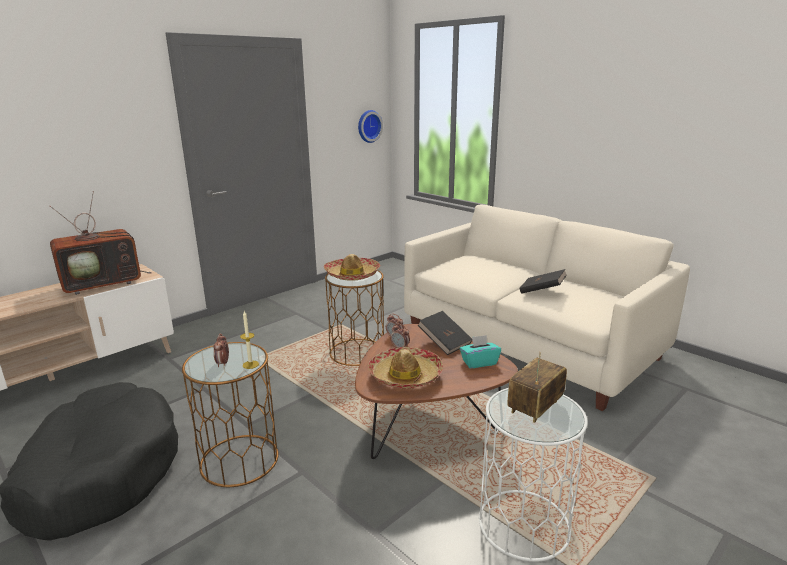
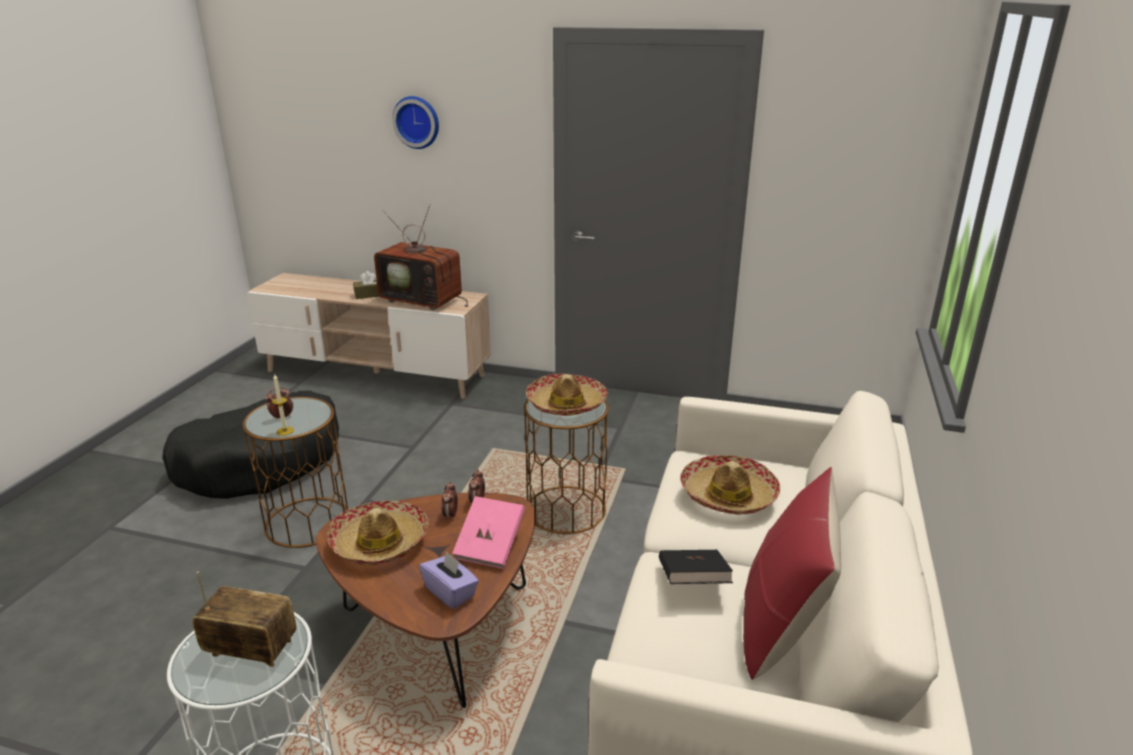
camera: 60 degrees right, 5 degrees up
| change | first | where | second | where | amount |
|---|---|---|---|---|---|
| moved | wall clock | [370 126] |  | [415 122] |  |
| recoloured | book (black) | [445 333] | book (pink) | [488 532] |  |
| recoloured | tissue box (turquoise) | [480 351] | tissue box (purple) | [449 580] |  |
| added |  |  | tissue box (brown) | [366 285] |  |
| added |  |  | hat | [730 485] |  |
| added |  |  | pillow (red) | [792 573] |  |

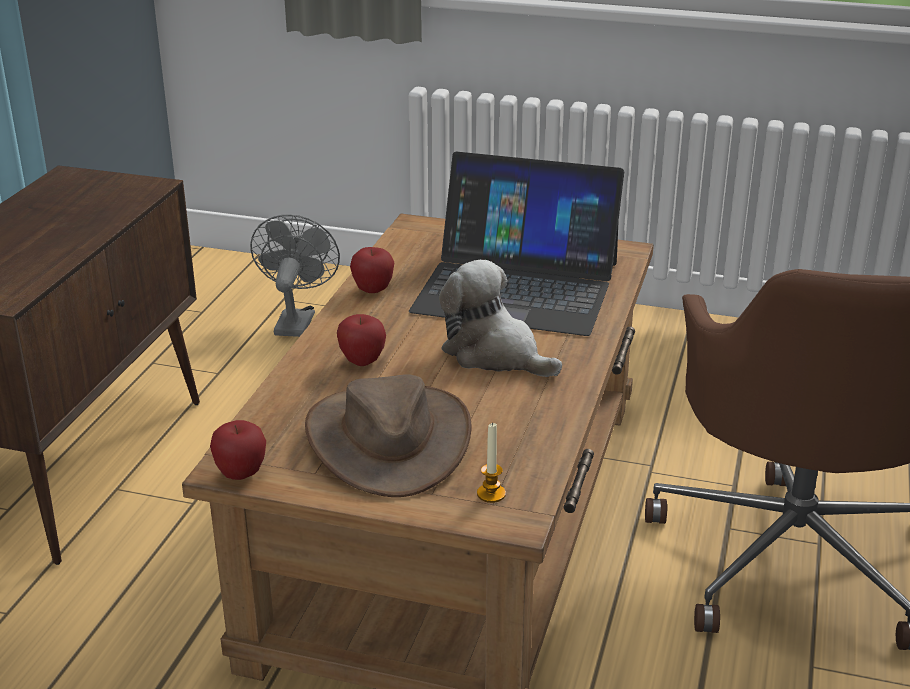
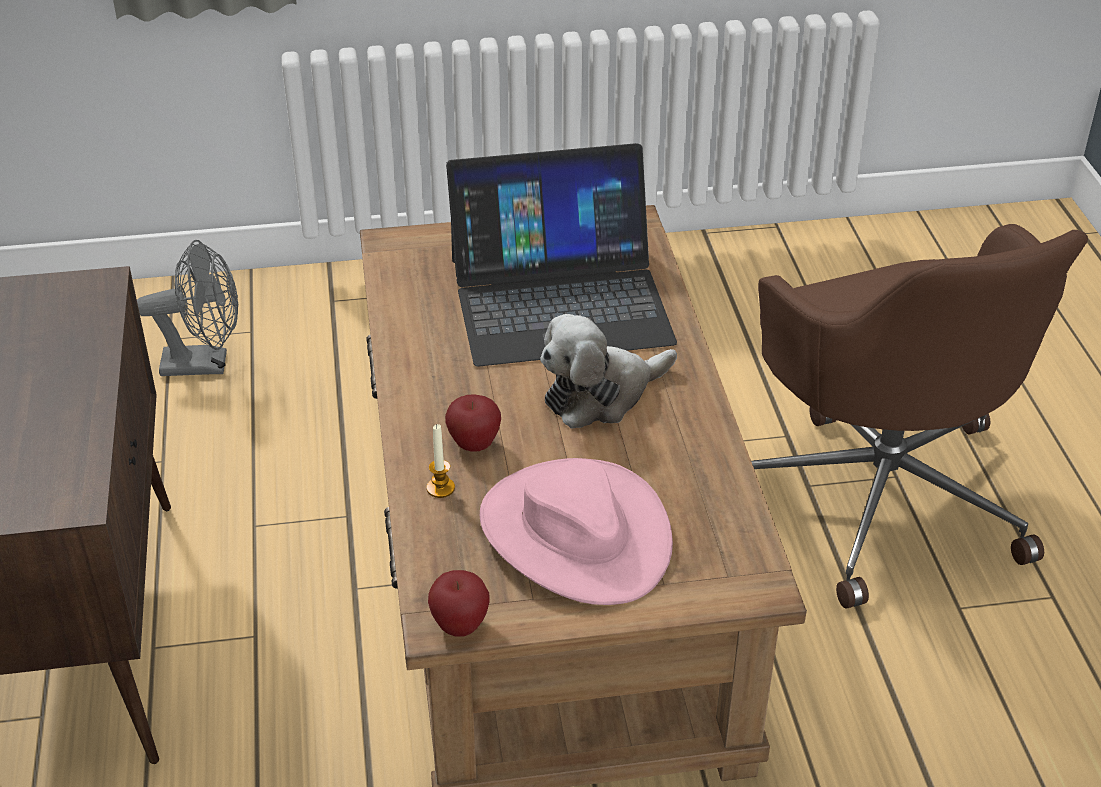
camera: 25 degrees left, 10 degrees up
| change | first | where | second | where | amount |
|---|---|---|---|---|---|
| turned | fan (grey) | [295 275] |  | [187 308] | 105 degrees clockwise |
| recoloured | hat (brown) | [388 435] | hat (pink) | [576 531] |  |
| removed | apple | [372 270] |  |  |  |
| turned | plush toy | [500 318] |  | [608 371] | 45 degrees counterclockwise |
| moved | candle | [491 462] |  | [441 461] |  |

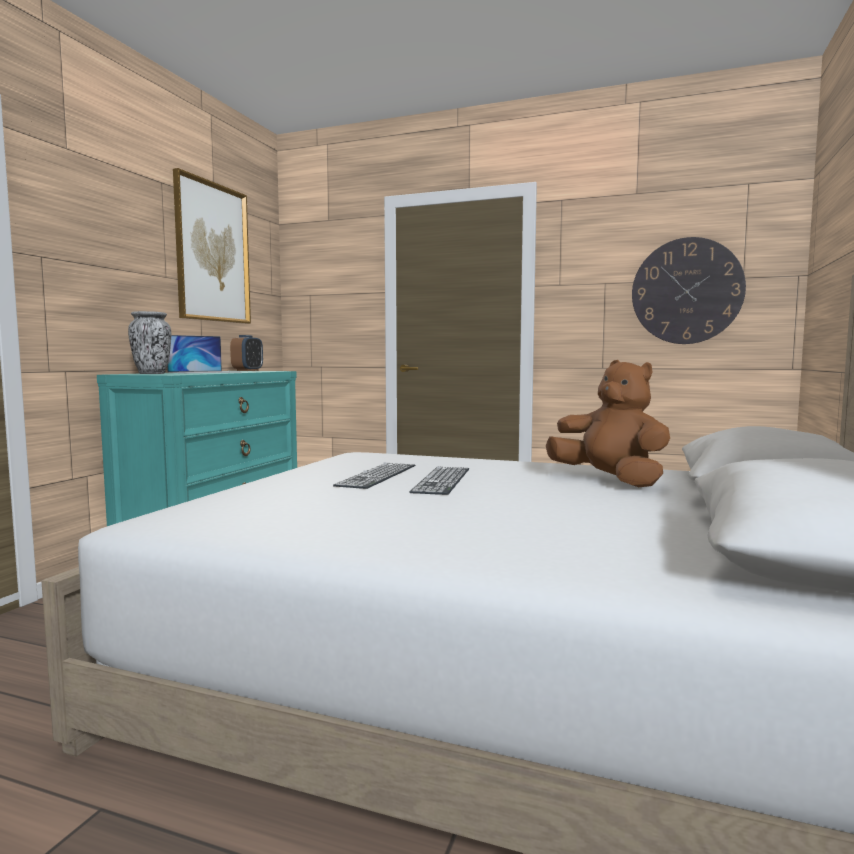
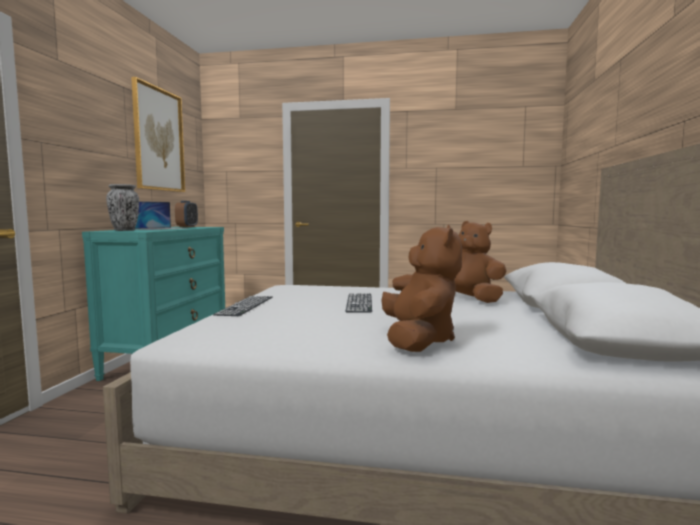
camera: 10 degrees left, 0 degrees up
| change | first | where | second | where | amount |
|---|---|---|---|---|---|
| moved | keyboard | [374 475] |  | [243 306] |  |
| removed | wall clock | [689 290] |  |  |  |
| added |  |  | plush toy (brown) | [421 288] |  |

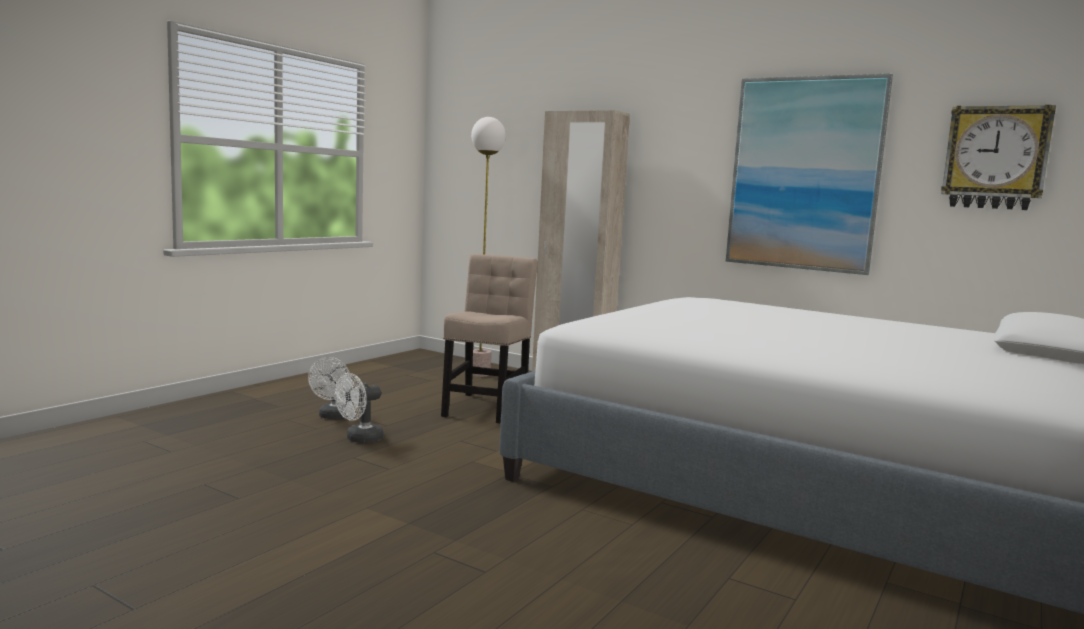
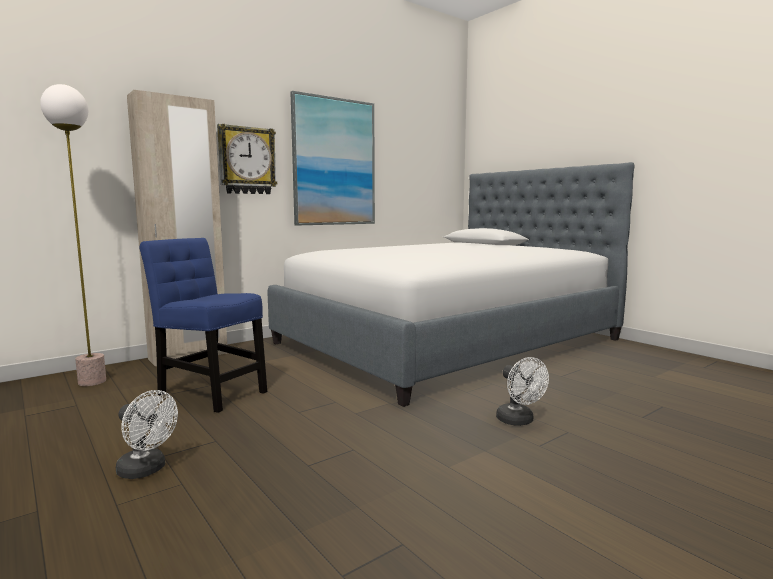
camera: 70 degrees left, 0 degrees up
| change | first | where | second | where | amount |
|---|---|---|---|---|---|
| moved | fan (white) | [359 408] |  | [522 391] |  |
| recoloured | chair (beige) | [489 339] | chair (blue) | [203 325] |  |
| moved | wall clock | [998 157] |  | [247 159] |  |

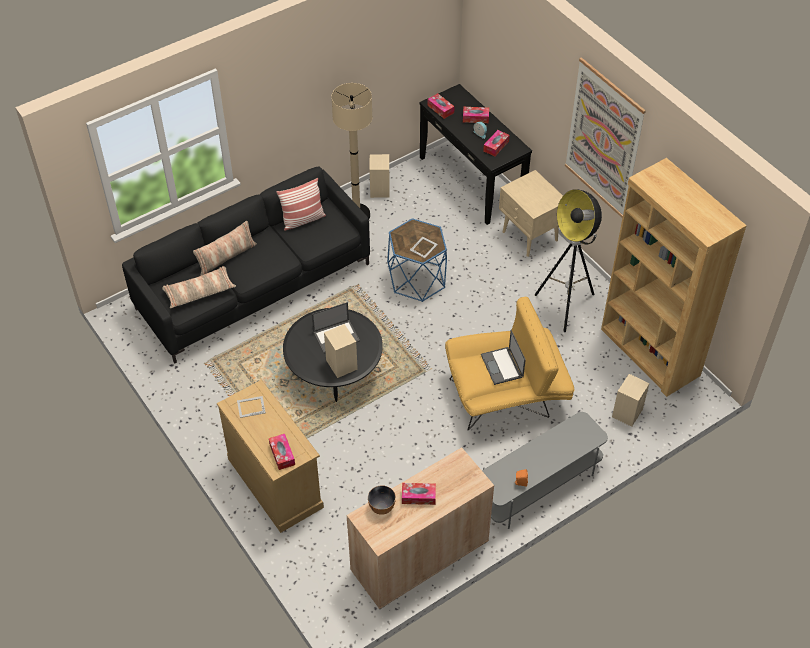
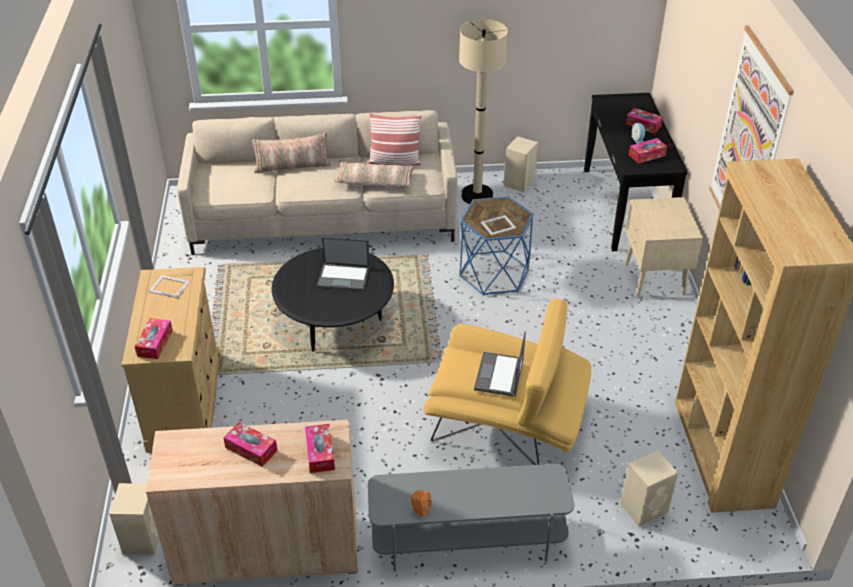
camera: 30 degrees right, 10 degrees down
| change | first | where | second | where | amount |
|---|---|---|---|---|---|
| recoloured | sofa (black) | [246 265] | sofa (beige) | [317 182] |  |
| moved | pillow | [199 287] |  | [374 174] |  |
| moved | speaker (beige) | [341 351] |  | [134 519] |  |
| removed | bowl | [382 500] |  |  |  |
| moved | tissue box | [441 106] |  | [320 448] |  |
| removed | floor lamp | [568 260] |  |  |  |

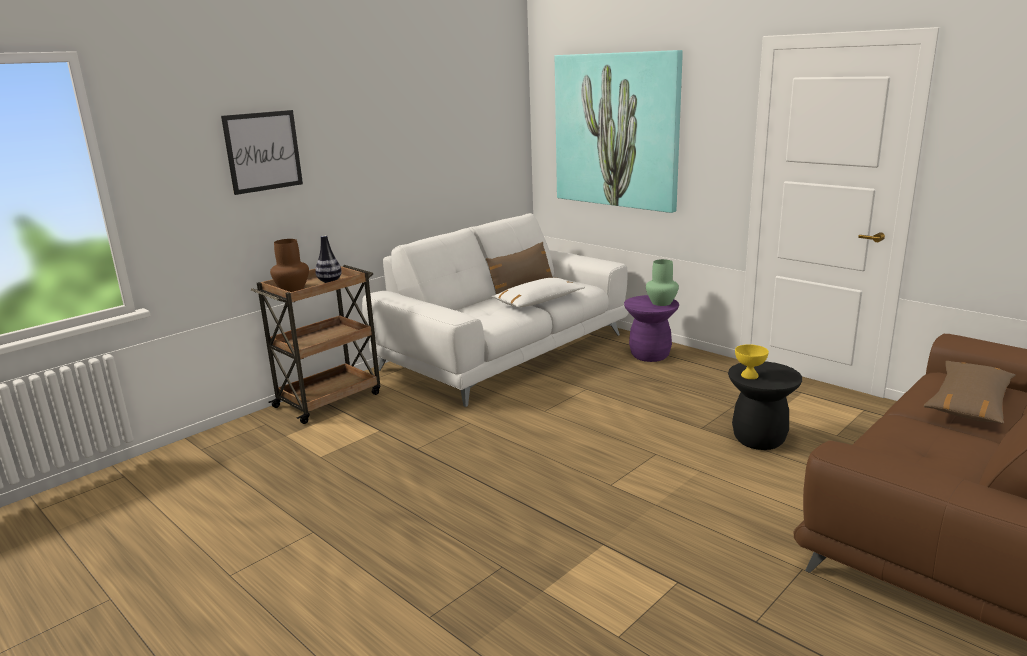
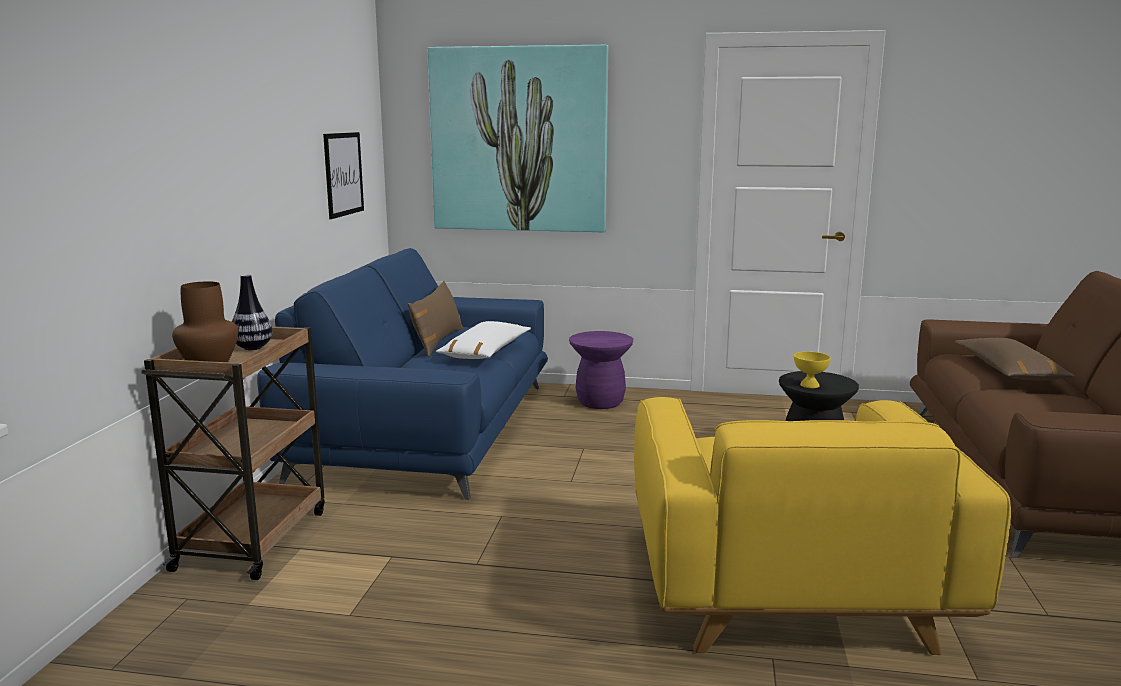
camera: 35 degrees left, 5 degrees down
| change | first | where | second | where | amount |
|---|---|---|---|---|---|
| moved | picture | [262 152] |  | [343 175] |  |
| recoloured | sofa (white) | [495 310] | sofa (blue) | [402 374] |  |
| removed | vase (green) | [662 282] |  |  |  |
| added |  |  | armchair (yellow) | [822 526] |  |

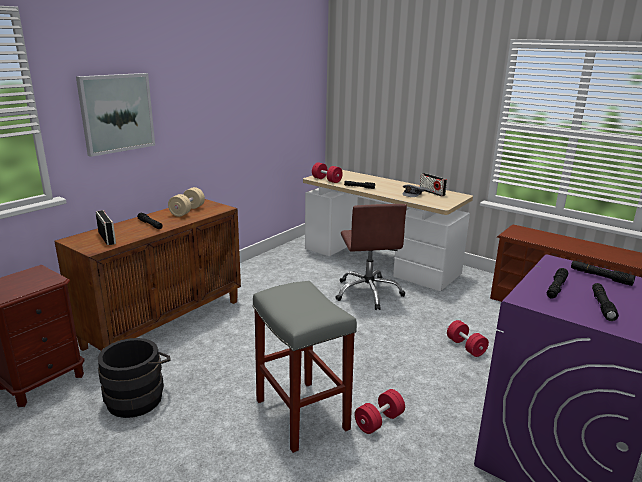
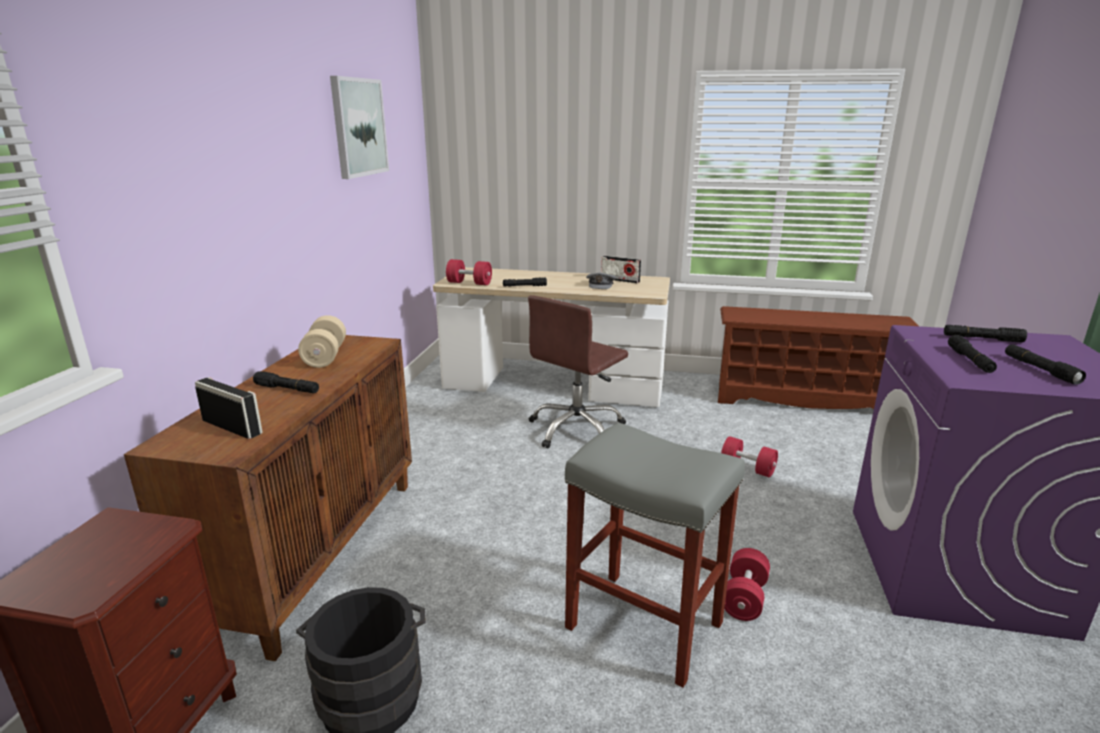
camera: 25 degrees left, 0 degrees up
| change | first | where | second | where | amount |
|---|---|---|---|---|---|
| moved | picture | [115 115] |  | [359 127] |  |
| turned | office chair (brown) | [371 257] |  | [578 371] | 75 degrees clockwise |

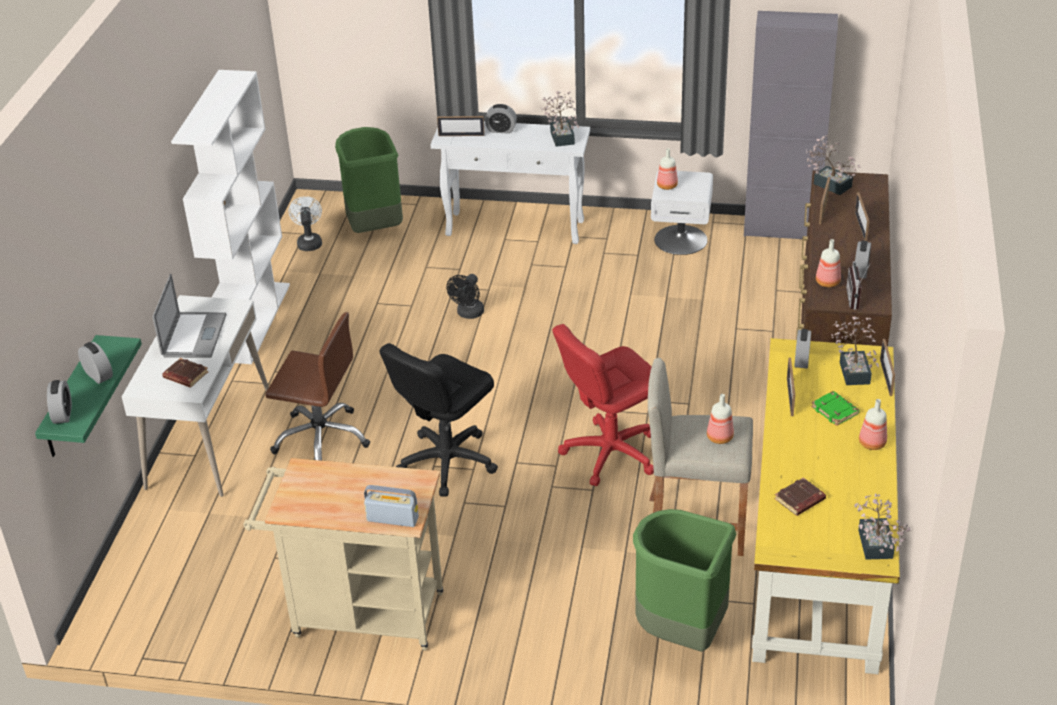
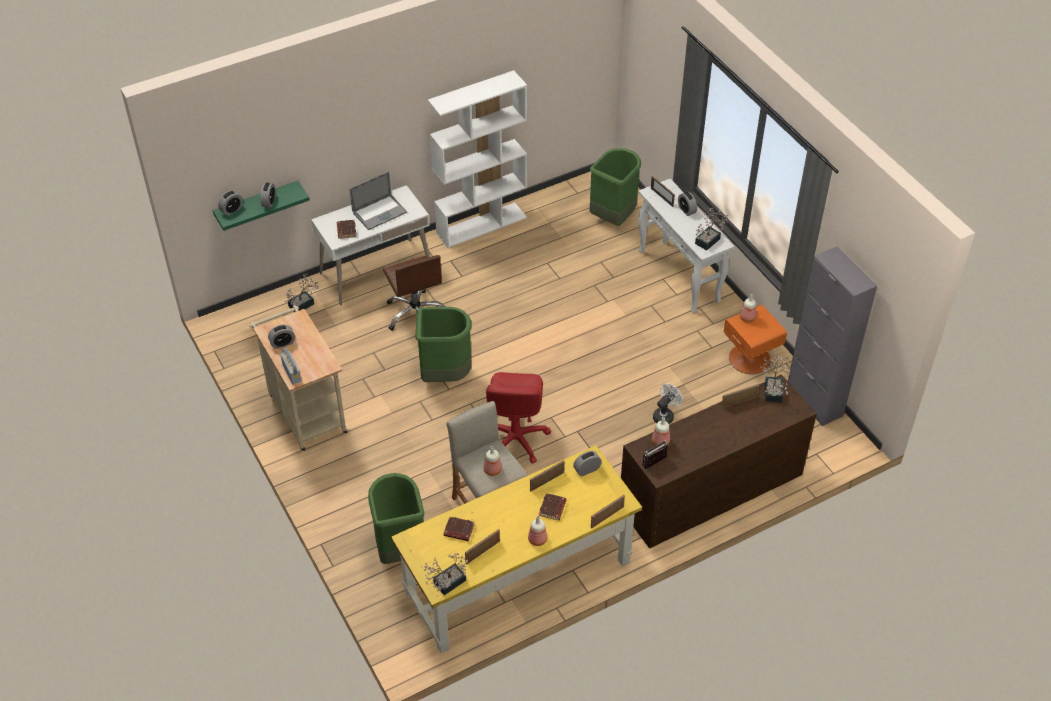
camera: 50 degrees right, 10 degrees up
| change | first | where | second | where | amount |
|---|---|---|---|---|---|
| moved | fan (white) | [305 223] |  | [668 403] |  |
| replaced | office chair (black) | [438 420] | trash can (green) | [444 344] |  |
| removed | fan (black) | [465 296] |  |  |  |
| turned | office chair (red) | [603 405] |  | [518 417] | 105 degrees counterclockwise |
| recoloured | nightstand (white) | [682 212] | nightstand (orange) | [755 339] |  |
| recoloured | book (green) | [835 408] | book (brown) | [553 506] |  |
| moved | potted plant | [855 350] |  | [301 293] |  |
| moved | picture frame | [862 216] |  | [482 546] |  |
| moved | alarm clock | [863 260] |  | [281 337] |  |

